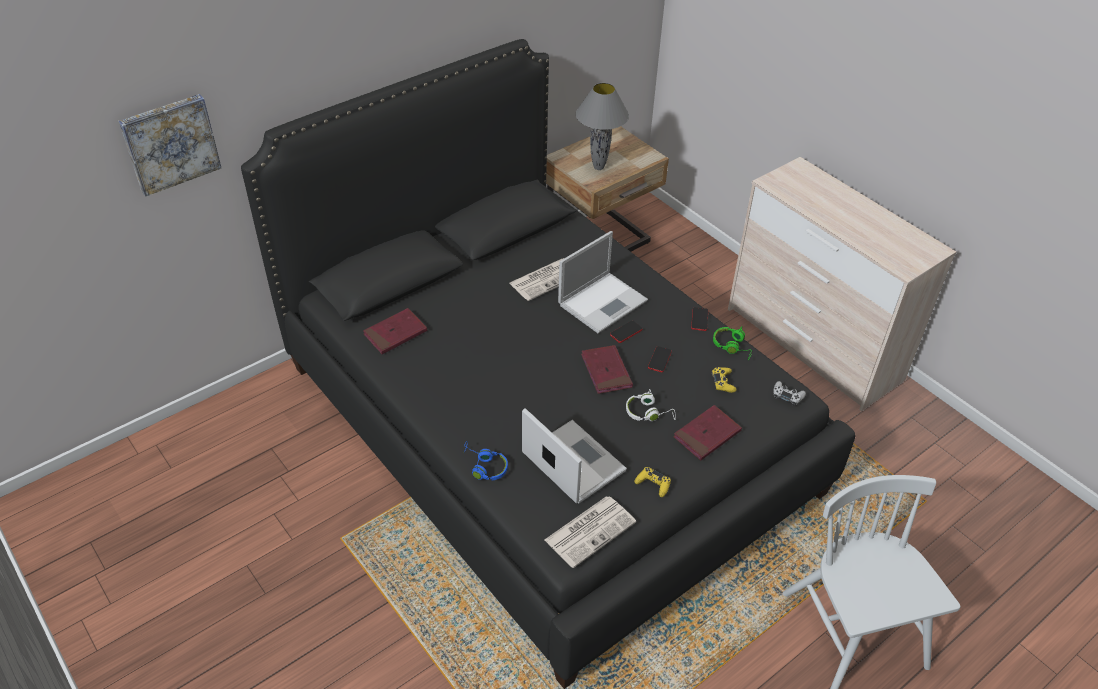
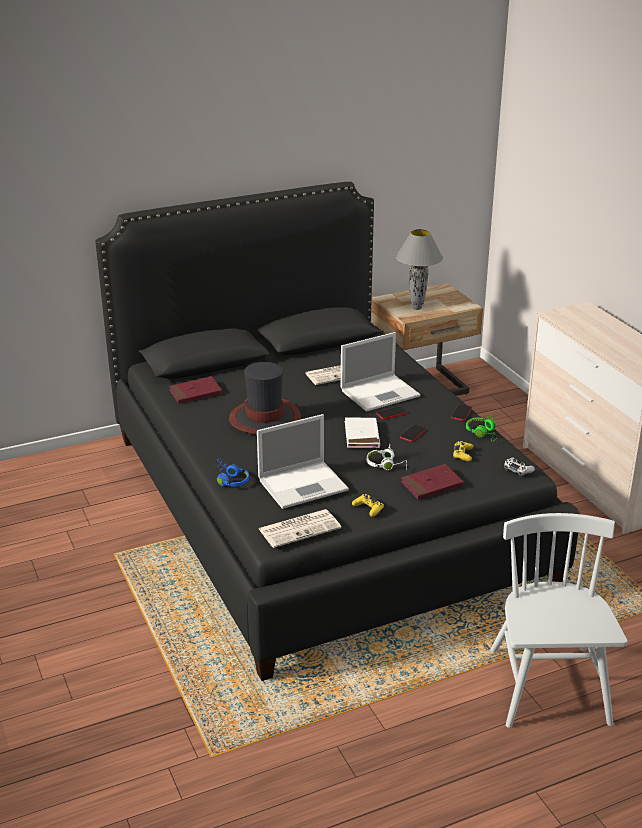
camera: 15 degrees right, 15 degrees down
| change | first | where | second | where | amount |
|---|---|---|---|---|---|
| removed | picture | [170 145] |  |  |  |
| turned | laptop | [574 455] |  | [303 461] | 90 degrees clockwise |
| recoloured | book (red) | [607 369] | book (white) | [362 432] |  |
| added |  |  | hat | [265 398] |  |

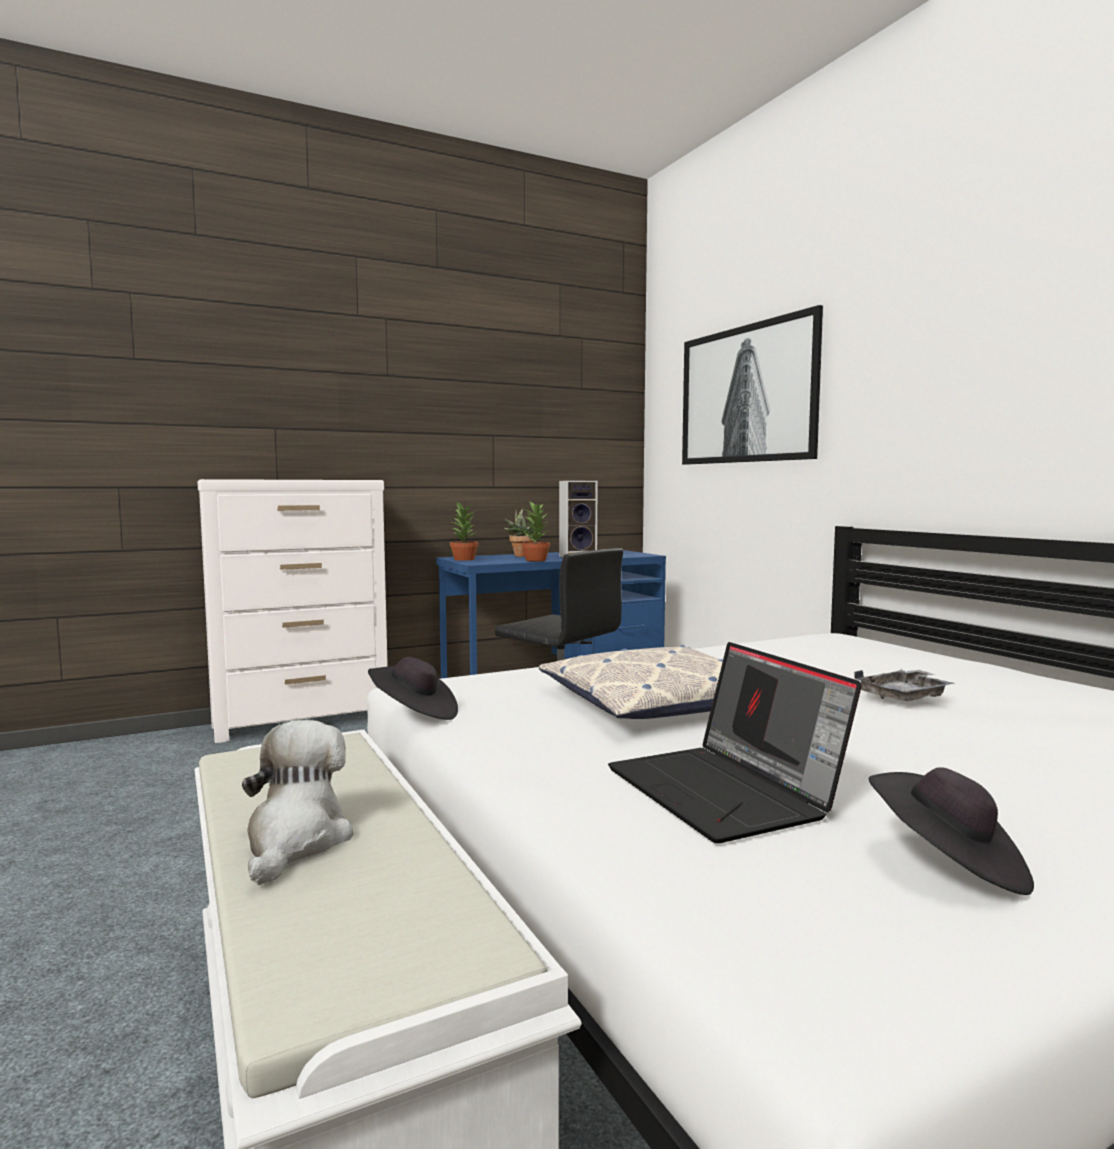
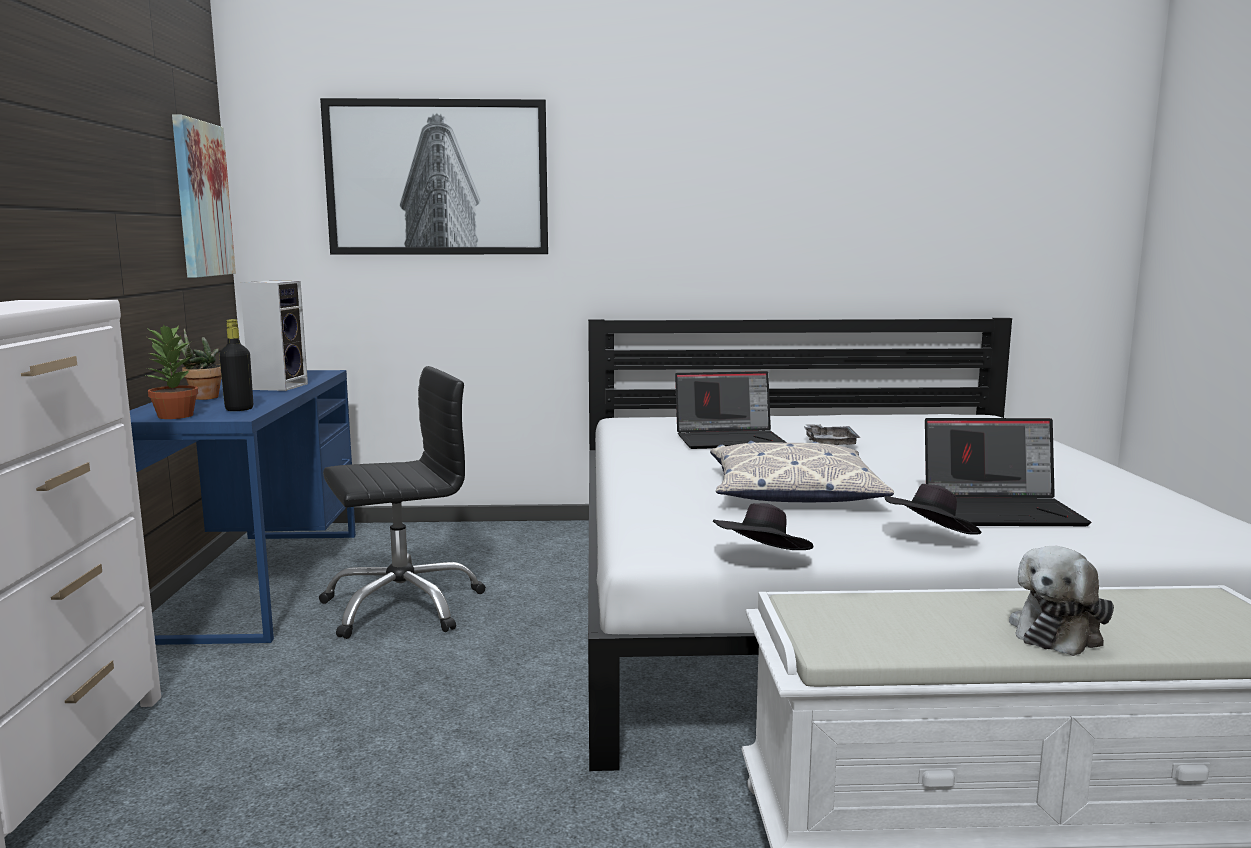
camera: 65 degrees left, 5 degrees up
| change | first | where | second | where | amount |
|---|---|---|---|---|---|
| turned | plush toy | [297 802] |  | [1061 601] | 75 degrees counterclockwise |
| removed | potted plant | [536 531] |  |  |  |
| moved | hat (black) | [951 831] |  | [932 509] |  |
| added |  |  | picture | [204 196] |  |
| added |  |  | bottle (black) | [236 365] |  |
| added |  |  | laptop | [731 410] |  |

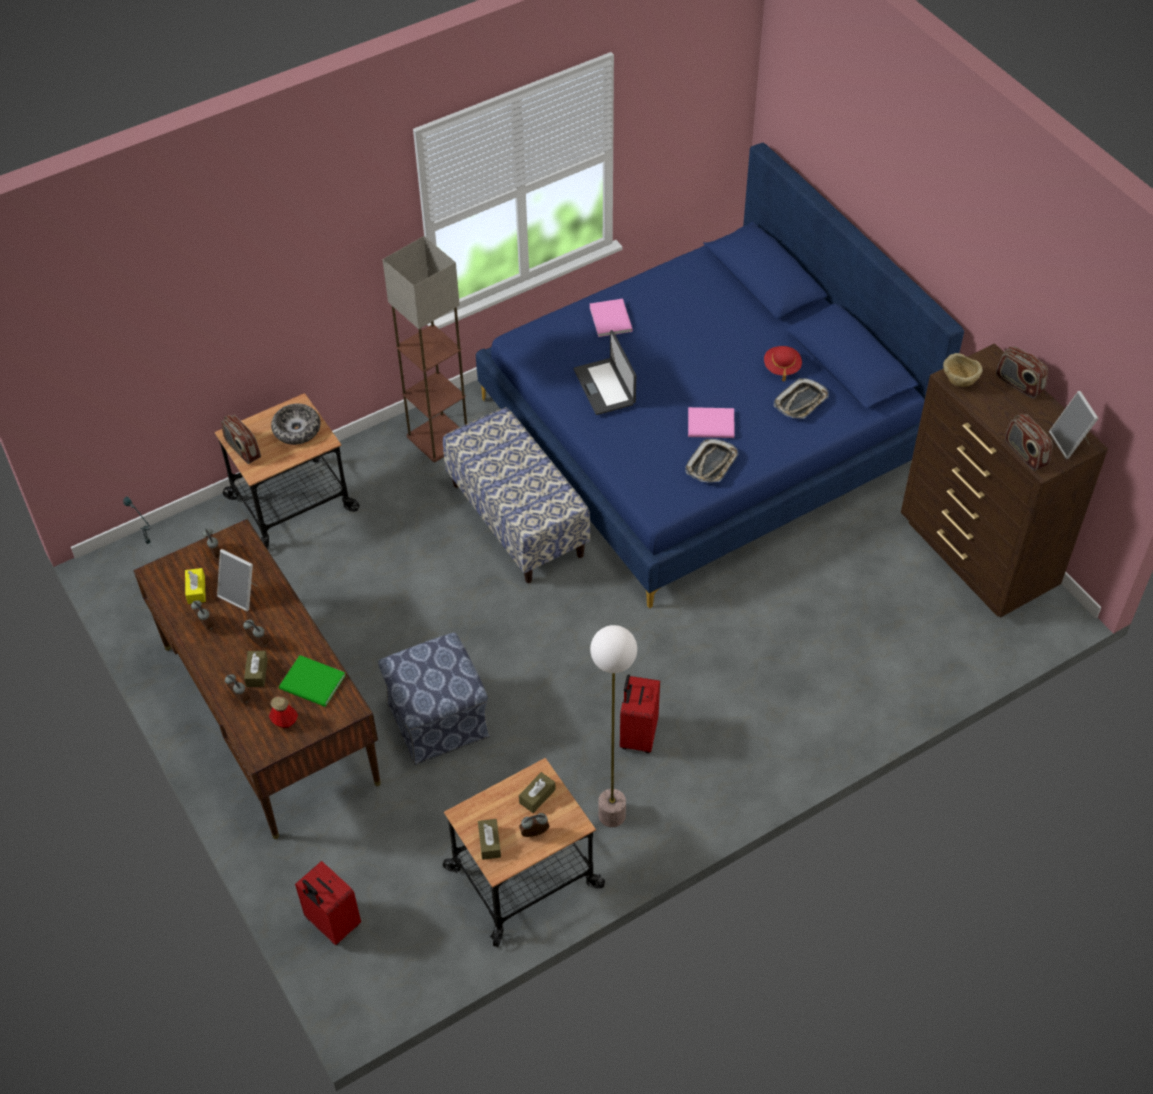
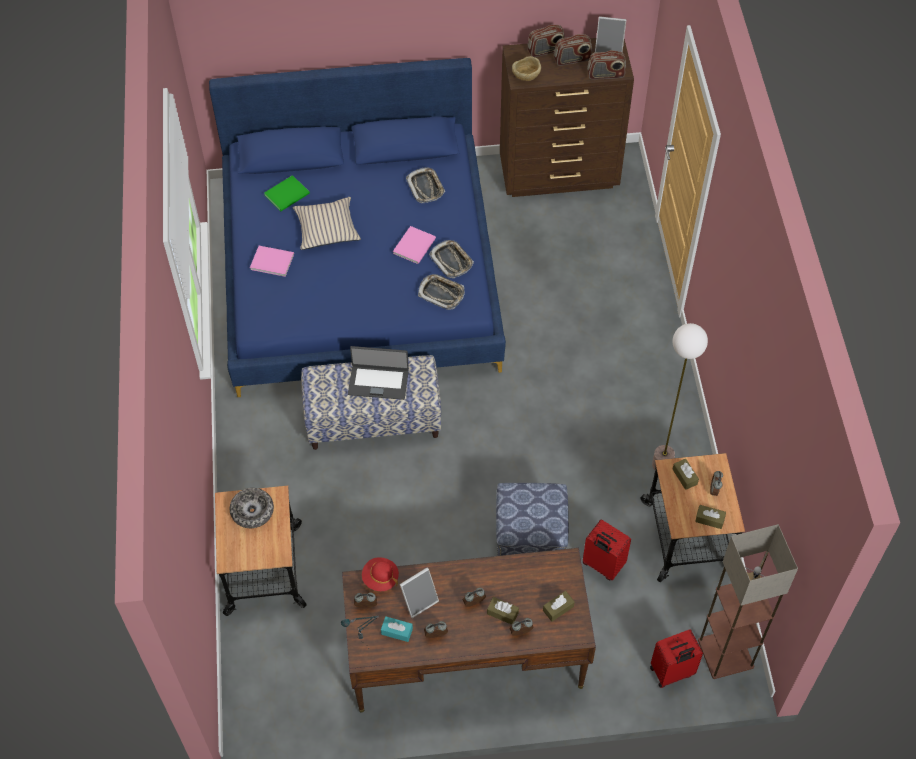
camera: 65 degrees left, 5 degrees up
| change | first | where | second | where | amount |
|---|---|---|---|---|---|
| recoloured | tissue box (yellow) | [195 586] | tissue box (turquoise) | [397 629] |  |
| moved | radio | [241 439] |  | [573 50] |  |
| replaced | bottle | [283 712] | tissue box (brown) | [559 606] |  |
| moved | book (green) | [312 681] |  | [287 193] |  |
| moved | floor lamp | [424 349] |  | [748 601] |  |
| moved | laptop | [604 372] |  | [378 373] |  |
| moved | suitcase (red) | [640 713] |  | [606 550] |  |
| moved | hat (red) | [783 364] |  | [380 574] |  |
| added |  |  | pillow (beige) | [327 223] |  |
| added |  |  | tray | [441 292] |  |

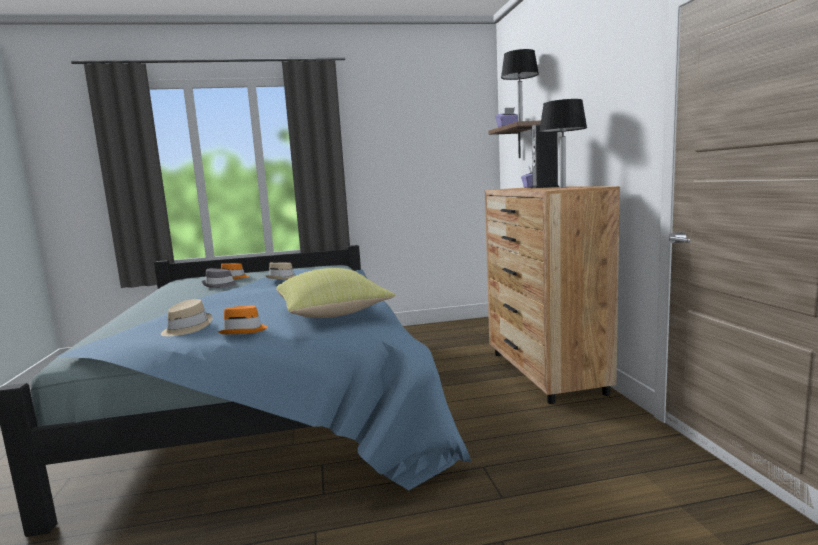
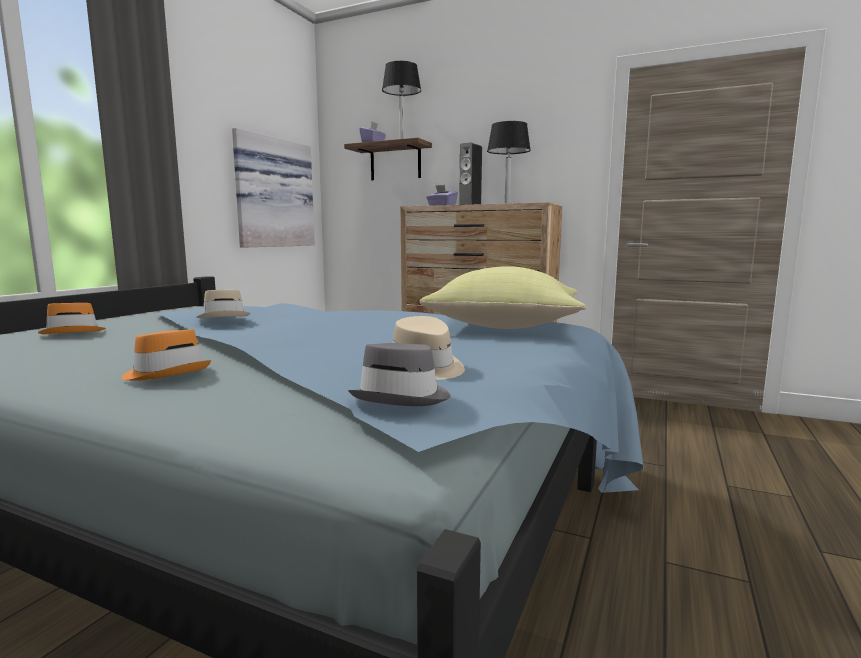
camera: 55 degrees left, 0 degrees up
| change | first | where | second | where | amount |
|---|---|---|---|---|---|
| moved | hat (grey) | [220 278] |  | [399 374] |  |
| moved | hat (orange) | [243 319] |  | [166 355] |  |
| added |  |  | picture | [273 188] |  |

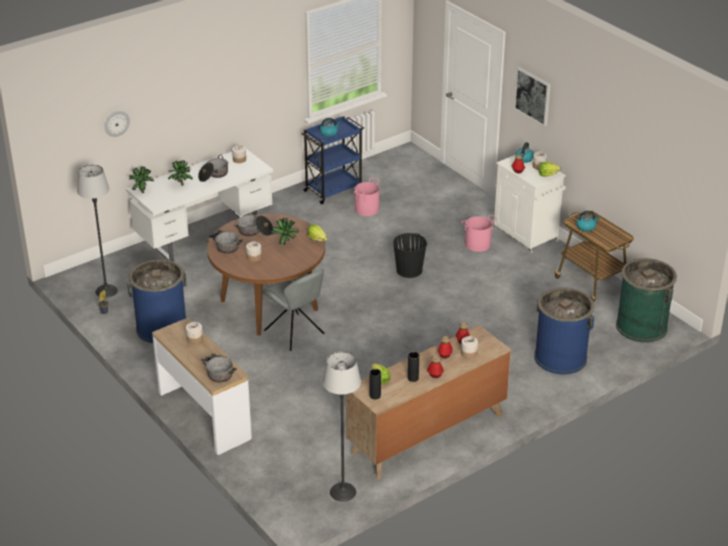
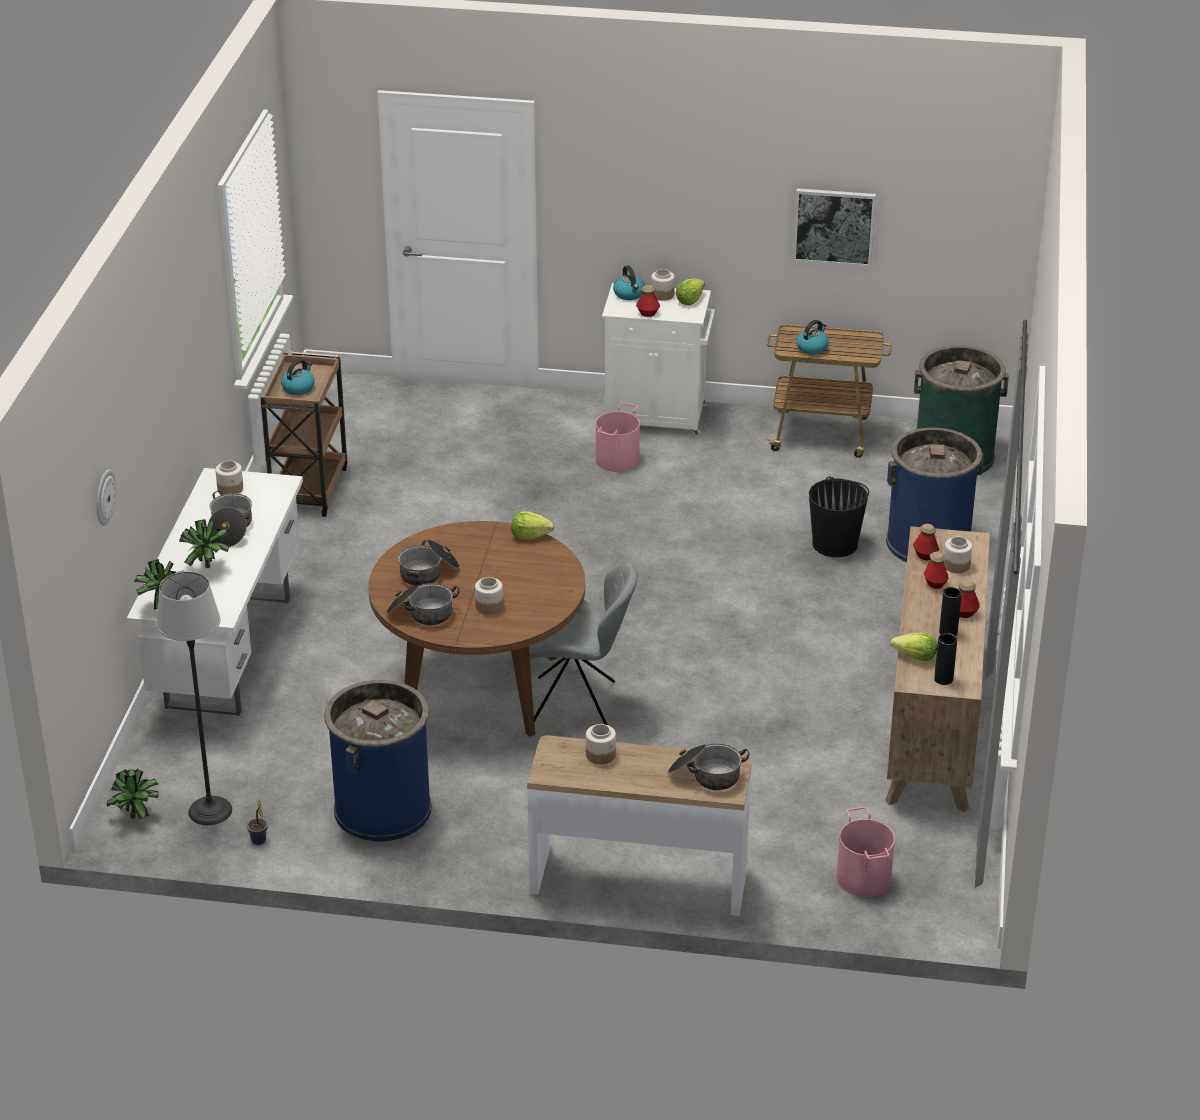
camera: 45 degrees left, 0 degrees up
| change | first | where | second | where | amount |
|---|---|---|---|---|---|
| moved | potted plant | [285 231] |  | [133 794] |  |
| recoloured | cart (blue) | [332 160] | cart (brown) | [303 434] |  |
| removed | floor lamp | [341 426] |  |  |  |
| moved | bucket (pink) | [367 196] |  | [866 852] |  |
| moved | bucket (black) | [410 255] |  | [839 517] |  |
| moved | picture | [532 97] |  | [834 227] |  |

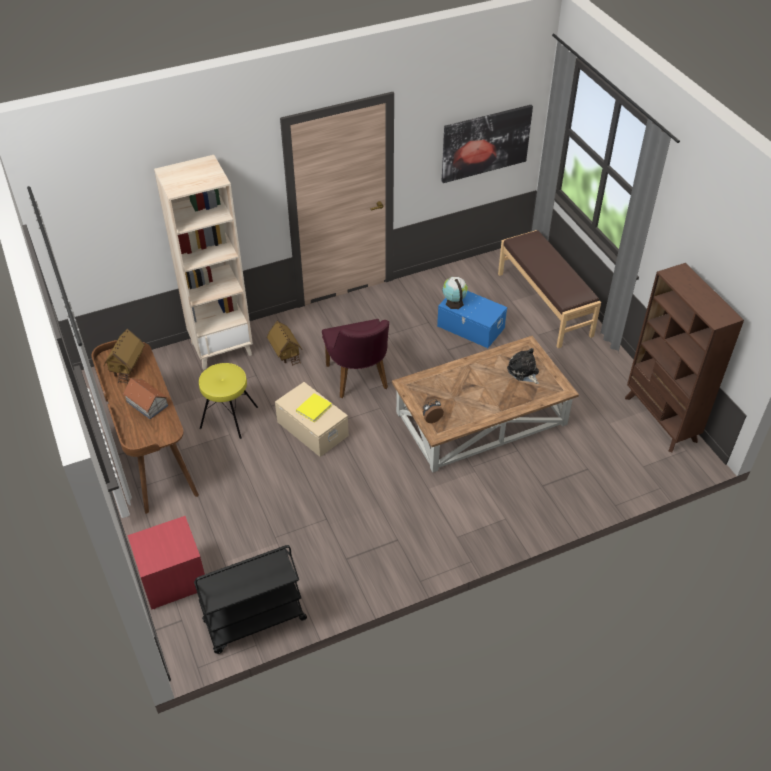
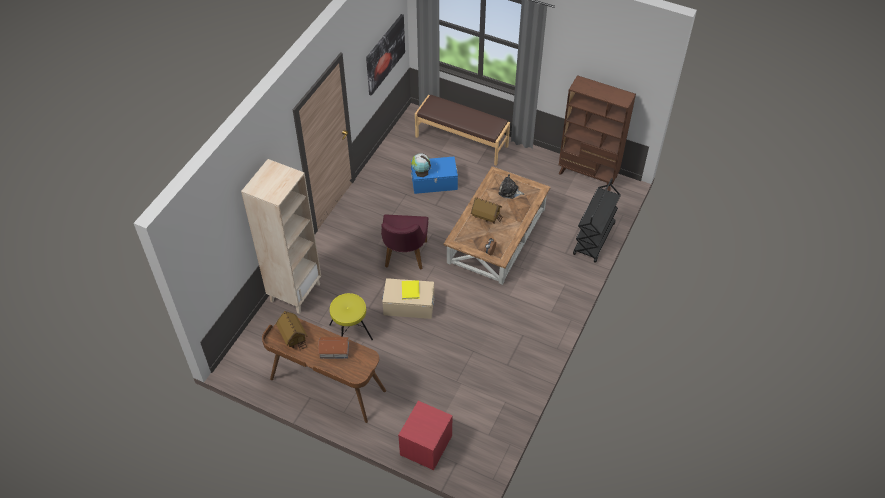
camera: 40 degrees left, 5 degrees up
| change | first | where | second | where | amount |
|---|---|---|---|---|---|
| moved | cart (black) | [250 599] |  | [597 220] |  |
| moved | toy house | [284 343] |  | [487 210] |  |
| turned | chair (purple) | [355 358] |  | [404 242] | 60 degrees clockwise |

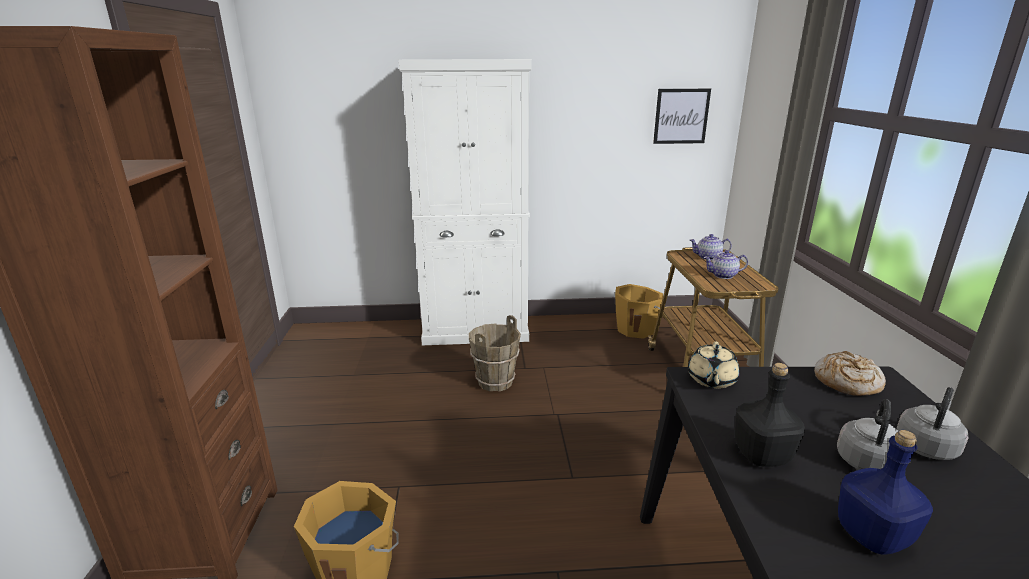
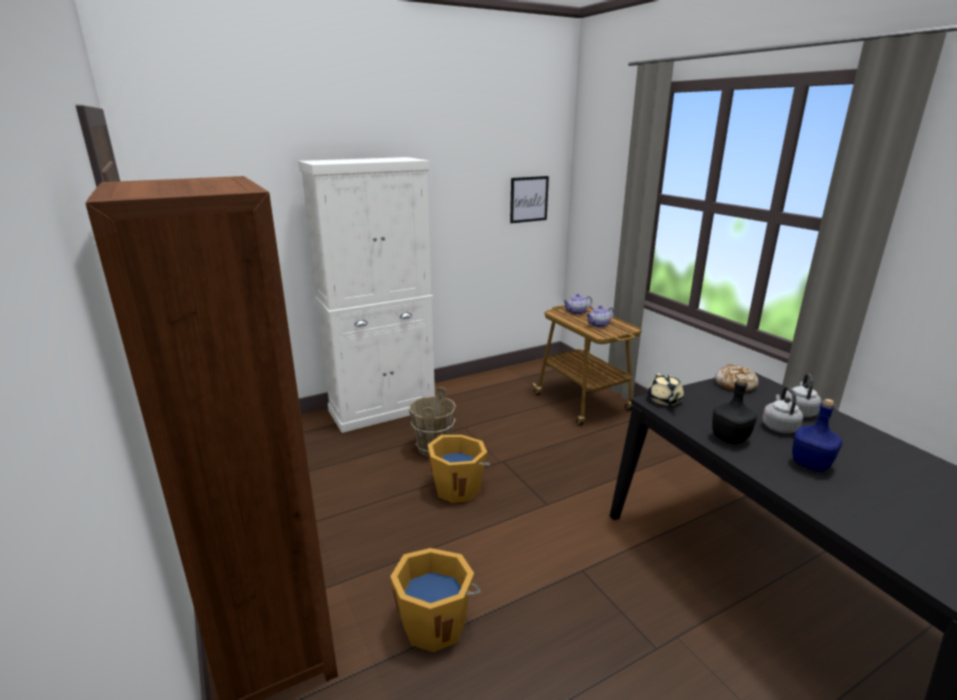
camera: 25 degrees left, 0 degrees up
| change | first | where | second | where | amount |
|---|---|---|---|---|---|
| moved | bucket (orange) | [639 311] |  | [459 469] |  |

